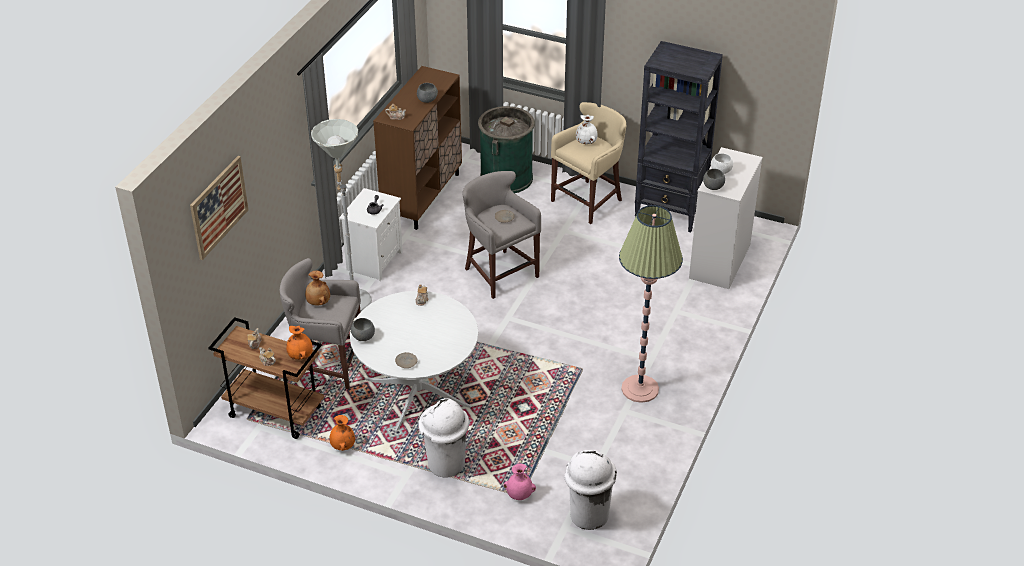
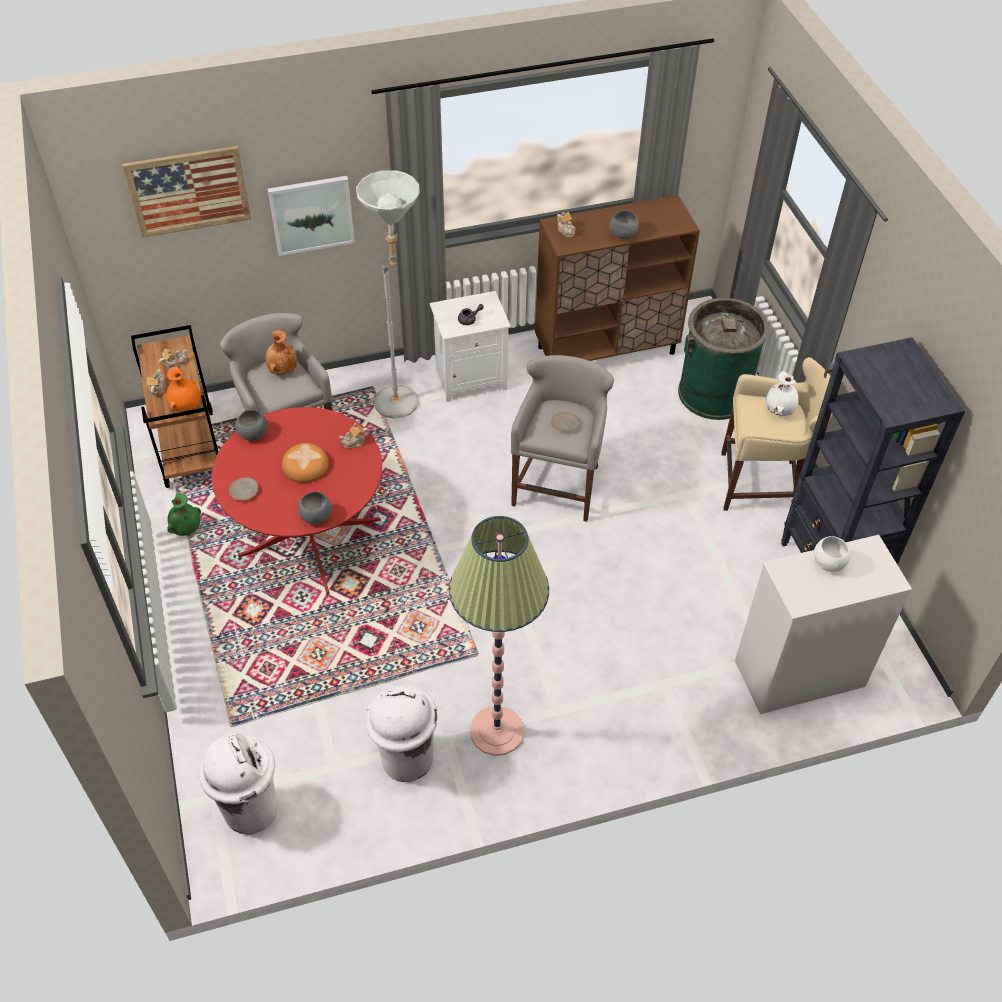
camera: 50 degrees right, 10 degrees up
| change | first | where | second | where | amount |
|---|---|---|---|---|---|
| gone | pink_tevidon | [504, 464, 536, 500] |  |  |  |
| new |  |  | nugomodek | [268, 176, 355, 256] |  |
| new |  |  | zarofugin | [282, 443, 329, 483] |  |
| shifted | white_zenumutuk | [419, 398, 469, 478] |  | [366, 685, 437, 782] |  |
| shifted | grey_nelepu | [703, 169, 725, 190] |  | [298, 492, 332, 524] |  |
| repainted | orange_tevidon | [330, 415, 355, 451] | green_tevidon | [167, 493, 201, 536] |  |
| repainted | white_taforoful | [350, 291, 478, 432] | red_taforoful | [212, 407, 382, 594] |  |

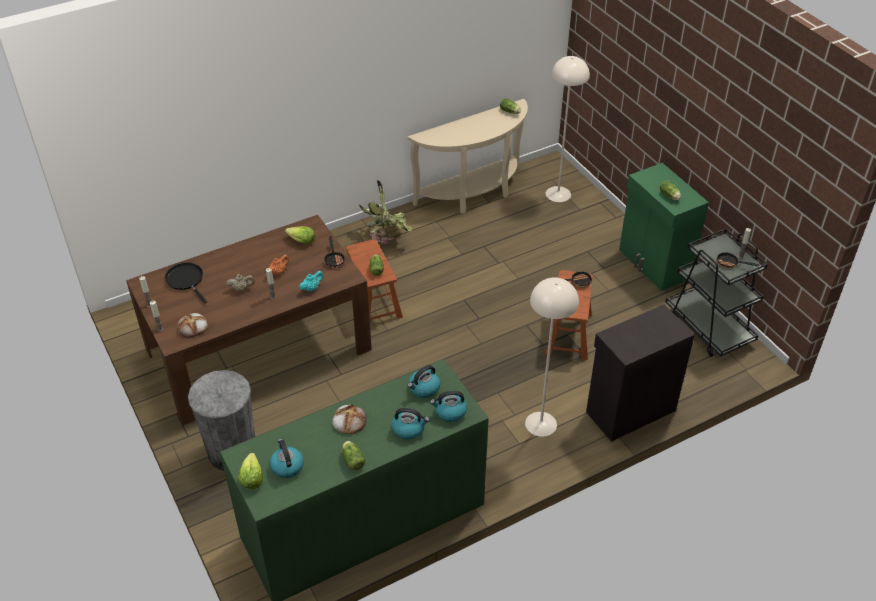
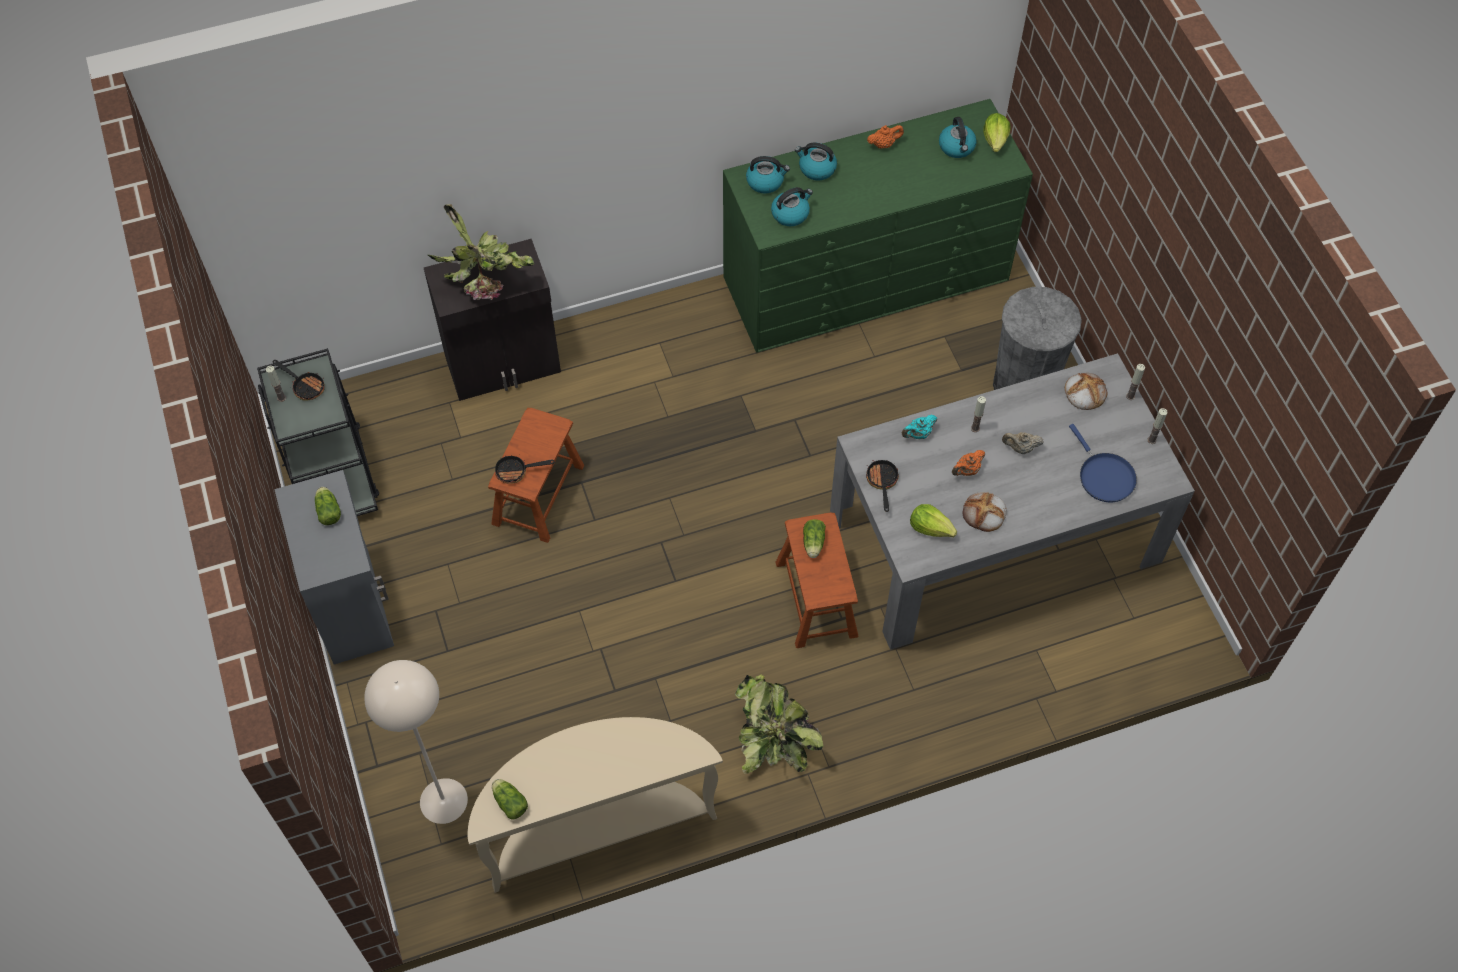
camera: 170 degrees left, 15 degrees up
| change | first | where | second | where | amount |
|---|---|---|---|---|---|
| gone | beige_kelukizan | [525, 277, 579, 437] |  |  |  |
| new |  |  | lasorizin | [428, 204, 535, 300] |  |
| shifted | zarofugin | [332, 404, 367, 434] |  | [963, 492, 1007, 532] |  |
| swapped | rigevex | [342, 441, 365, 470] | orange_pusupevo | [867, 125, 904, 149] |  |
| repainted | brown_taforoful | [126, 215, 372, 425] | grey_taforoful | [830, 353, 1195, 650] |  |
| repainted | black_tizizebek | [165, 262, 207, 304] | blue_tizizebek | [1069, 424, 1137, 502] |  |
| repainted | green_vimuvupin | [619, 163, 709, 291] | grey_vimuvupin | [274, 470, 394, 665] |  |

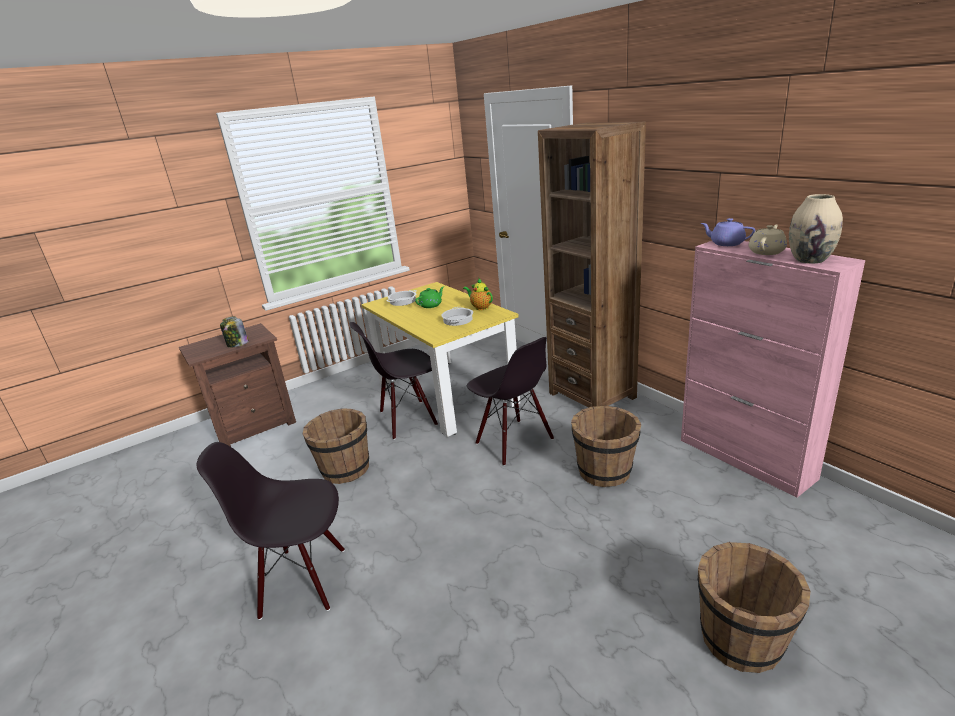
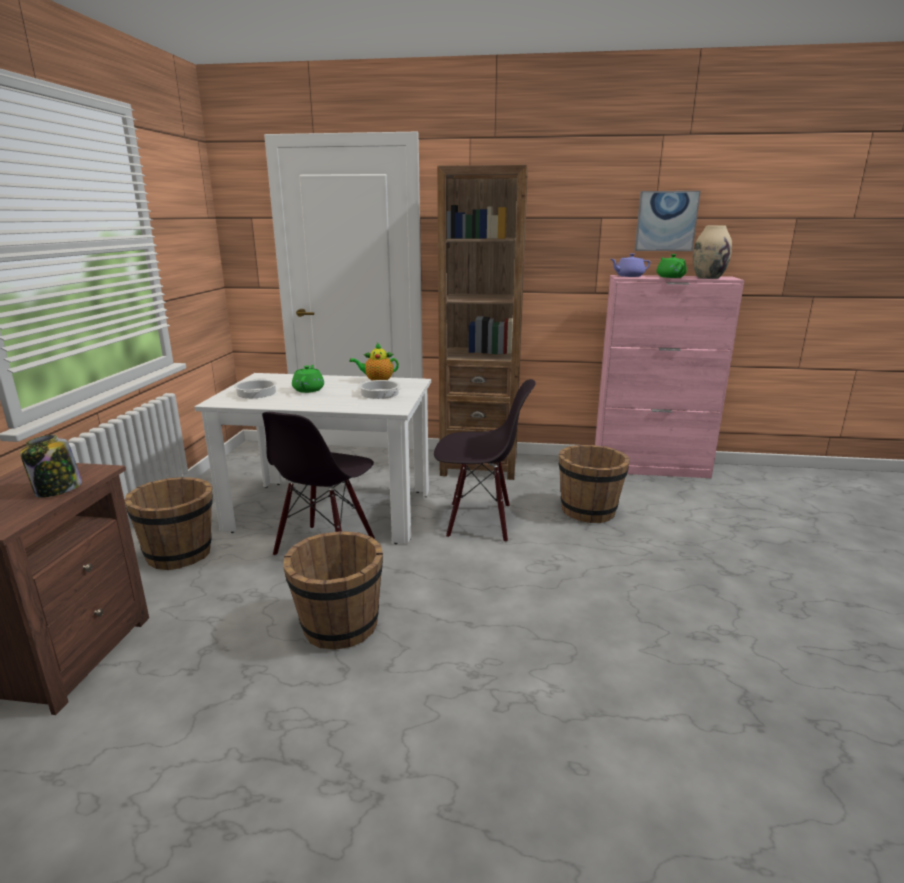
camera: 50 degrees left, 5 degrees down
| change | first | where | second | where | amount |
|---|---|---|---|---|---|
| gone | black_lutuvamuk | [197, 442, 345, 620] |  |  |  |
| new |  |  | nugomodek | [635, 191, 701, 251] |  |
| shifted | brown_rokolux | [697, 542, 810, 673] |  | [124, 477, 213, 570] |  |
| repainted | yellow_taforoful | [361, 282, 520, 437] | white_taforoful | [195, 373, 431, 544] |  |
| repainted | beige_pusupevo | [749, 224, 787, 255] | green_pusupevo | [657, 254, 687, 278] |  |

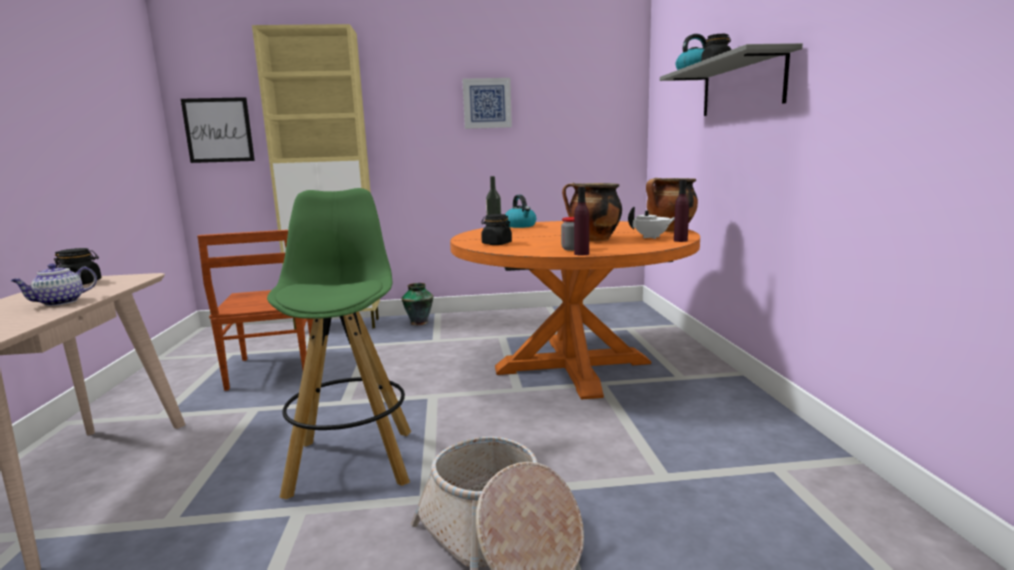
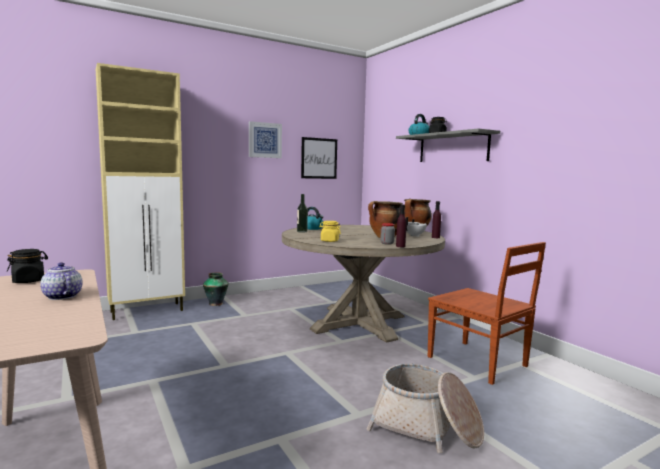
camera: 25 degrees left, 5 degrees down
| change | first | where | second | where | amount |
|---|---|---|---|---|---|
| gone | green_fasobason | [267, 188, 411, 499] |  |  |  |
| shifted | nugomodek | [181, 97, 255, 163] |  | [301, 137, 337, 179] |  |
| shifted | brown_lutuvamuk | [197, 230, 313, 391] |  | [428, 242, 546, 385] |  |
| repainted | orange_taforoful | [450, 221, 700, 400] | beige_taforoful | [282, 225, 445, 343] |  |
| repainted | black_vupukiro | [481, 214, 512, 245] | yellow_vupukiro | [319, 221, 341, 242] |  |
| rotated | pusupevo | [11, 264, 97, 306] |  | [40, 262, 83, 300] | 120 degrees clockwise |

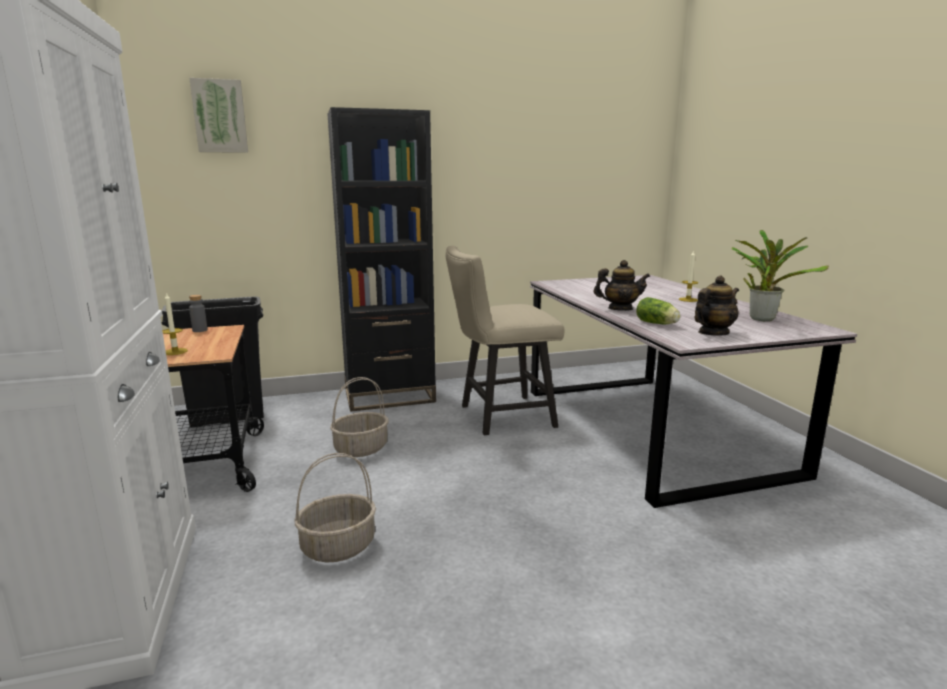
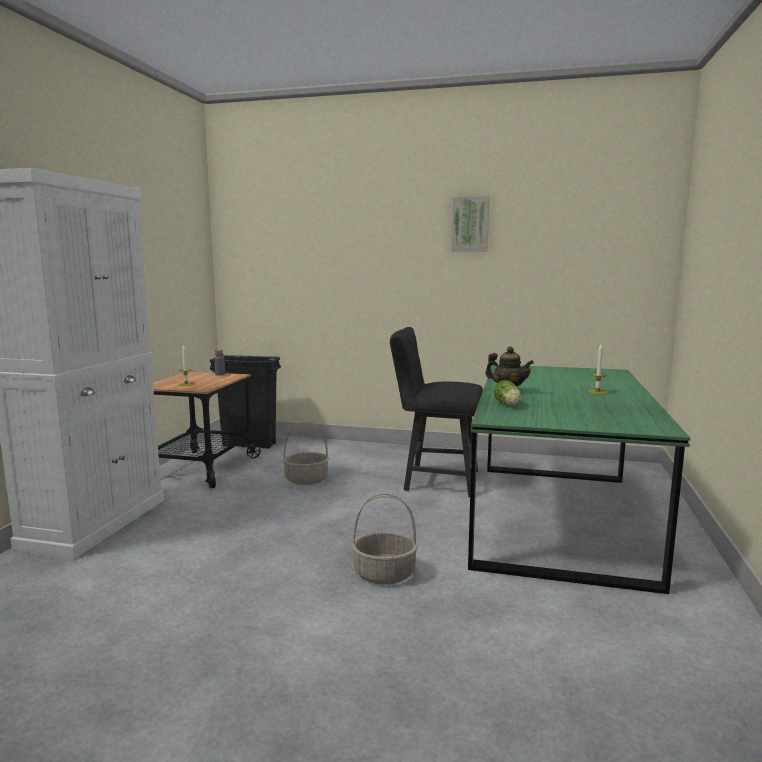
camera: 30 degrees right, 5 degrees down
| change | first | where | second | where | amount |
|---|---|---|---|---|---|
| gone | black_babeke | [327, 107, 436, 412] |  |  |  |
| gone | pusupevo | [694, 275, 739, 335] |  |  |  |
| gone | lasorizin | [732, 230, 829, 321] |  |  |  |
| shifted | nugomodek | [190, 78, 248, 153] |  | [451, 196, 490, 252] |  |
| shifted | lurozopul | [294, 453, 376, 563] |  | [351, 494, 418, 585] |  |
| repainted | beige_lutuvamuk | [445, 246, 565, 435] | black_lutuvamuk | [390, 327, 483, 498] |  |
| repainted | grey_taforoful | [530, 275, 857, 508] | green_taforoful | [468, 365, 690, 594] |  |

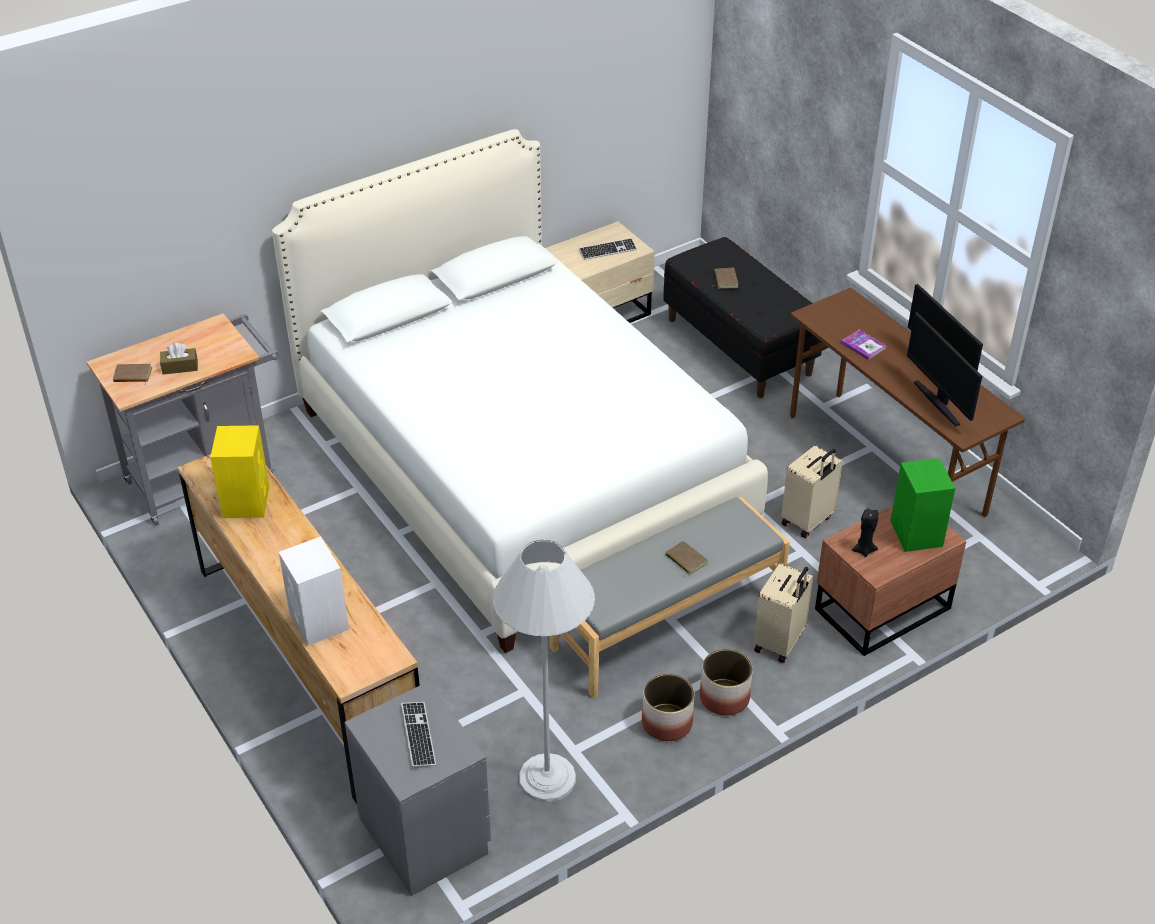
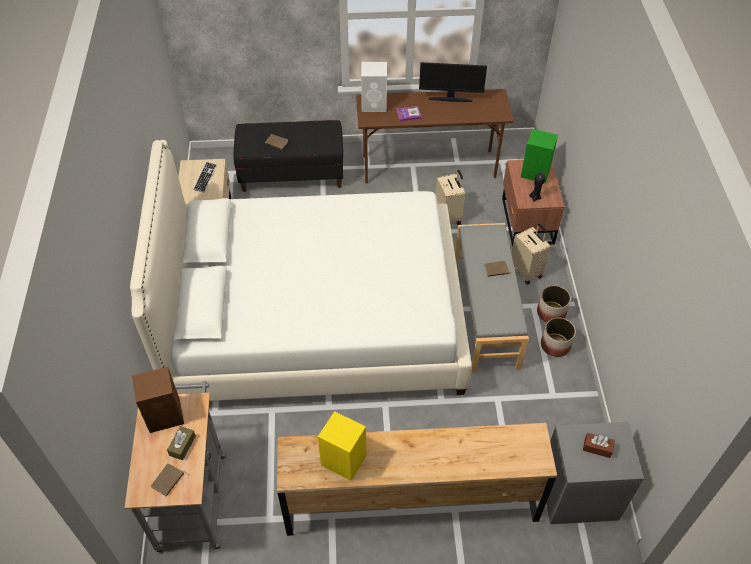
camera: 60 degrees left, 10 degrees up
| change | first | where | second | where | amount |
|---|---|---|---|---|---|
| gone | white_kelukizan | [493, 540, 595, 802] |  |  |  |
| gone | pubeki | [907, 312, 982, 426] |  |  |  |
| new |  |  | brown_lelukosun | [132, 367, 184, 433] |  |
| shifted | white_lelukosun | [279, 536, 349, 646] |  | [361, 62, 387, 112] |  |
| swapped | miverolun | [401, 702, 436, 768] | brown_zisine | [583, 433, 615, 458] |  |

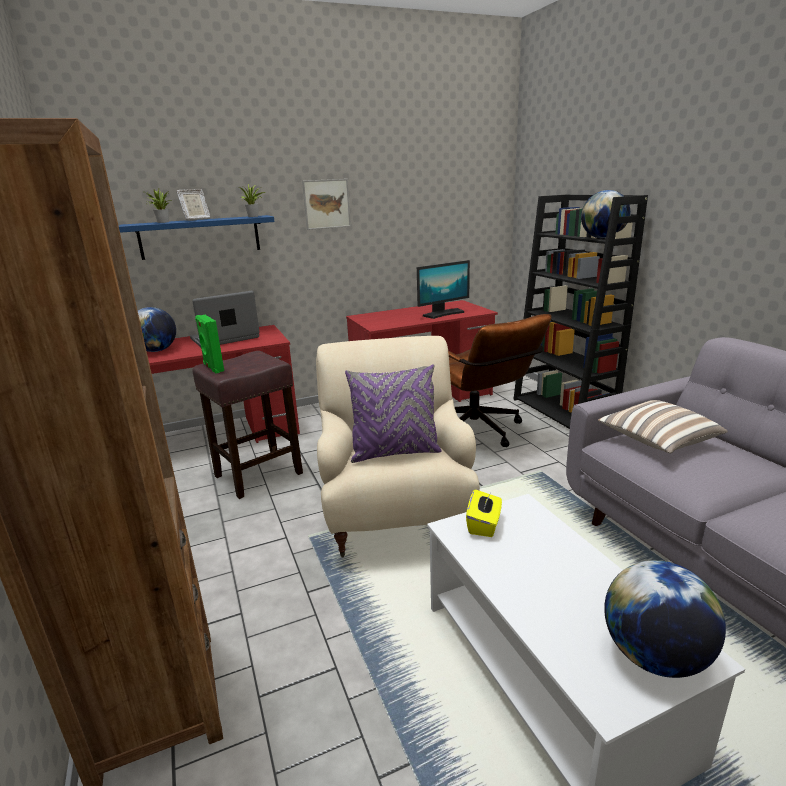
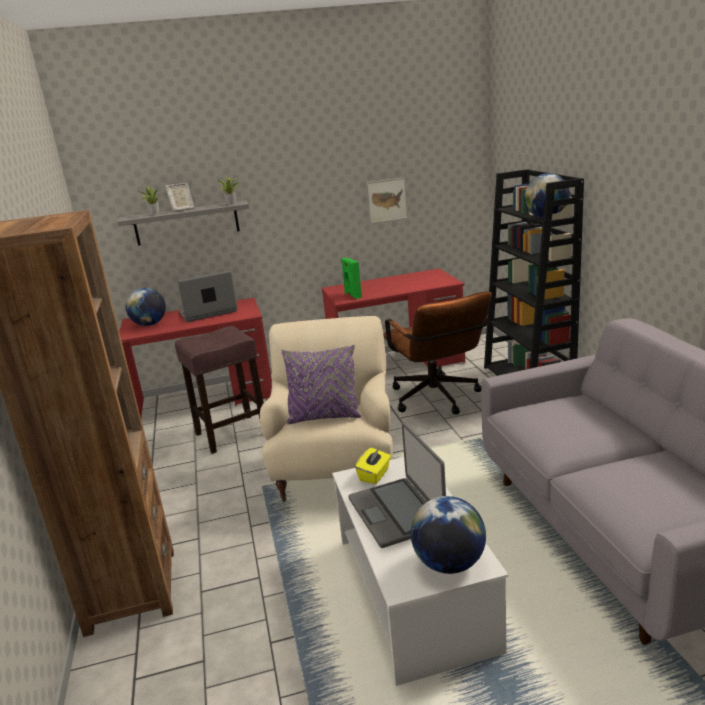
camera: 10 degrees right, 0 degrees up
| change | first | where | second | where | amount |
|---|---|---|---|---|---|
| gone | pubeki | [417, 260, 470, 319] |  |  |  |
| gone | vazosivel | [598, 400, 728, 454] |  |  |  |
| new |  |  | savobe | [348, 422, 446, 548] |  |
| shifted | green_lelukosun | [195, 315, 224, 373] |  | [341, 257, 362, 299] |  |
| shifted | nugomodek | [302, 179, 351, 230] |  | [366, 177, 408, 224] |  |
| repainted | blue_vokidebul | [119, 215, 275, 260] | grey_vokidebul | [117, 200, 249, 246] |  |

